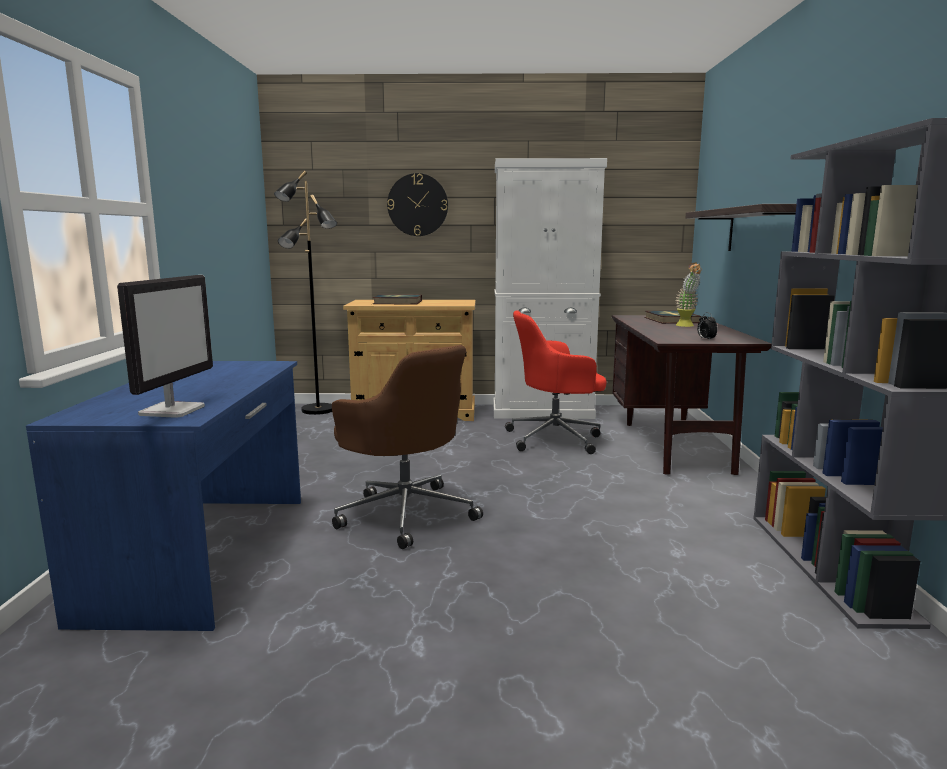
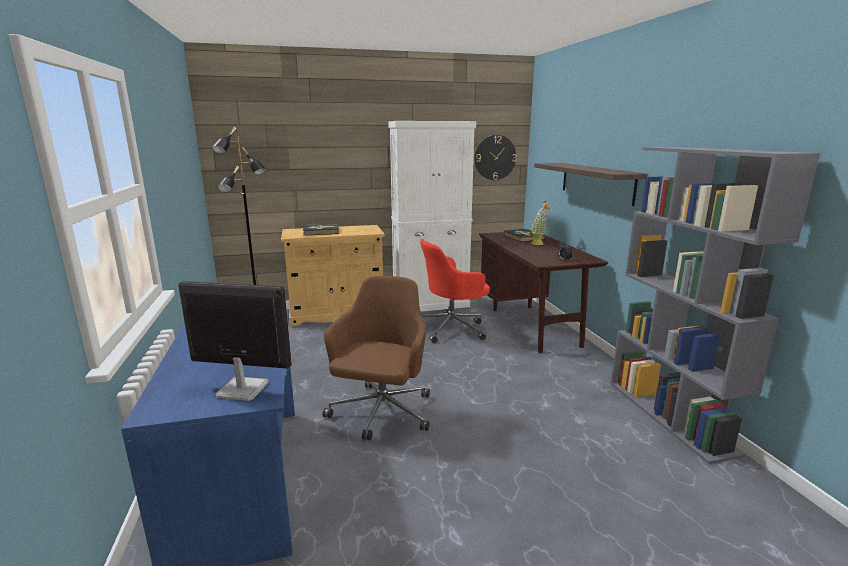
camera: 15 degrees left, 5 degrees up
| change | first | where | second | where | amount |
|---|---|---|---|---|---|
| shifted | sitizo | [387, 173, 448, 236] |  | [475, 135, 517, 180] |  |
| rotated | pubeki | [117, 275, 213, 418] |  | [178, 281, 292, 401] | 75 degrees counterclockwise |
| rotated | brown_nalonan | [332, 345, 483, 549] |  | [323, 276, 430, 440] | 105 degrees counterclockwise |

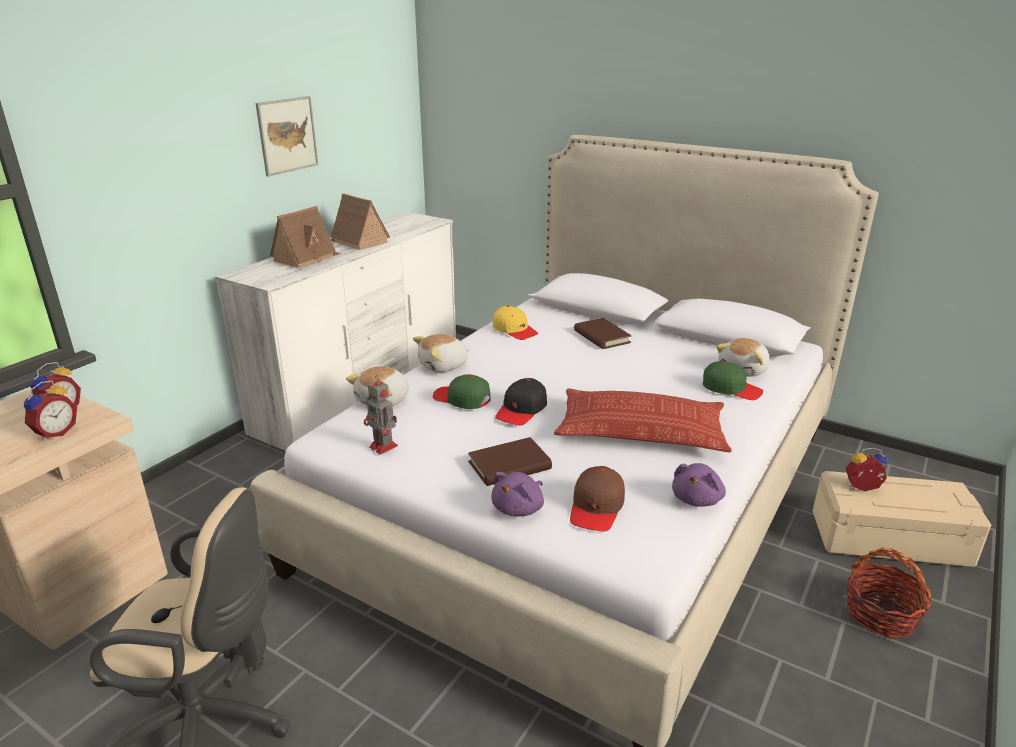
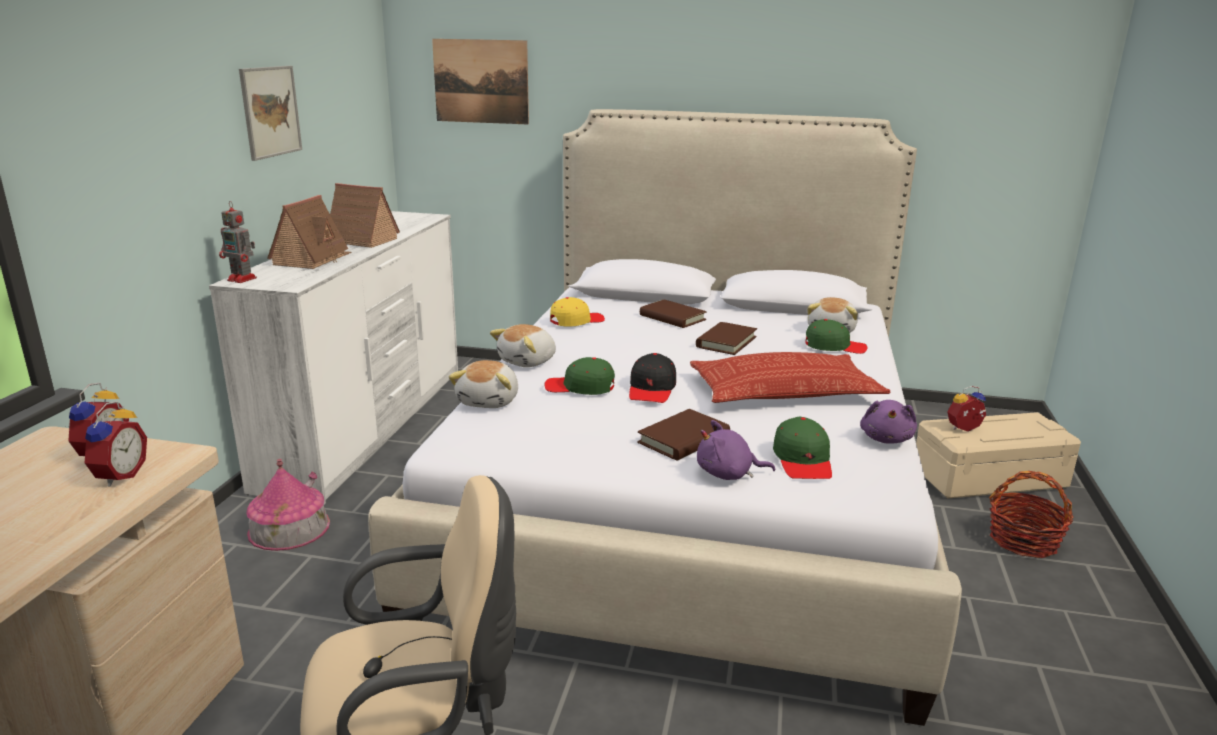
camera: 20 degrees left, 5 degrees down
| change | first | where | second | where | amount |
|---|---|---|---|---|---|
| new |  |  | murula | [247, 459, 330, 551] |  |
| new |  |  | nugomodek | [432, 39, 529, 124] |  |
| new |  |  | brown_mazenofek | [696, 322, 757, 355] |  |
| shifted | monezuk | [364, 375, 398, 455] |  | [219, 201, 257, 283] |  |
| repainted | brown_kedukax | [570, 466, 625, 532] | green_kedukax | [773, 417, 832, 479] |  |
| rotated | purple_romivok | [491, 472, 544, 516] |  | [697, 420, 775, 480] | 75 degrees clockwise |
| rotated | yellow_kedukax | [493, 306, 538, 340] |  | [550, 297, 605, 327] | 60 degrees counterclockwise |

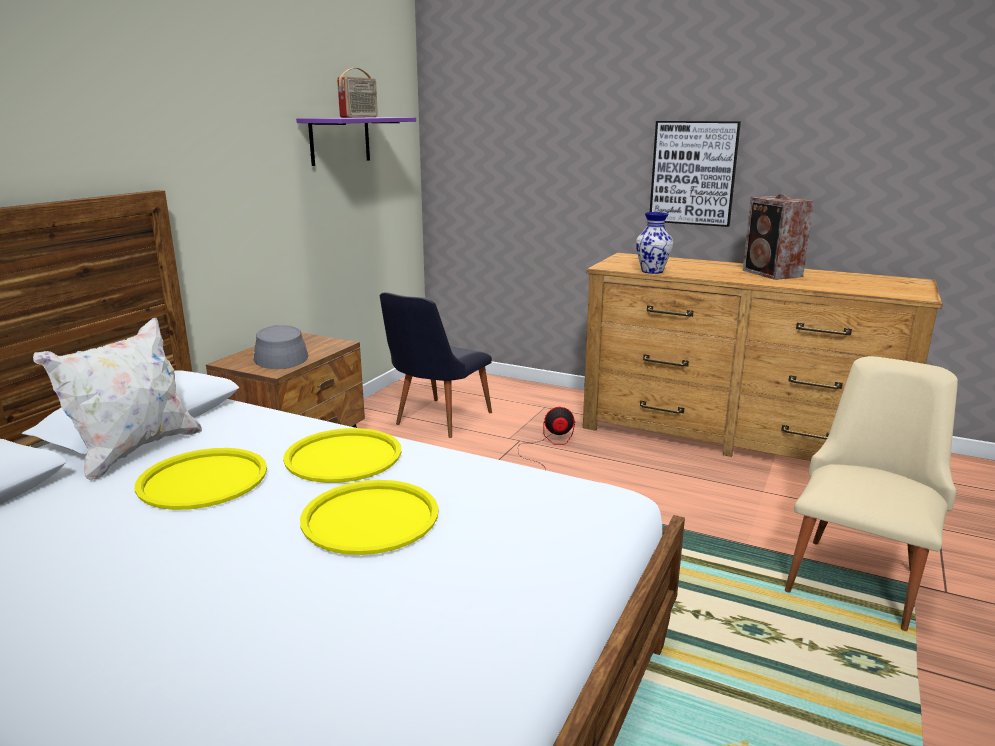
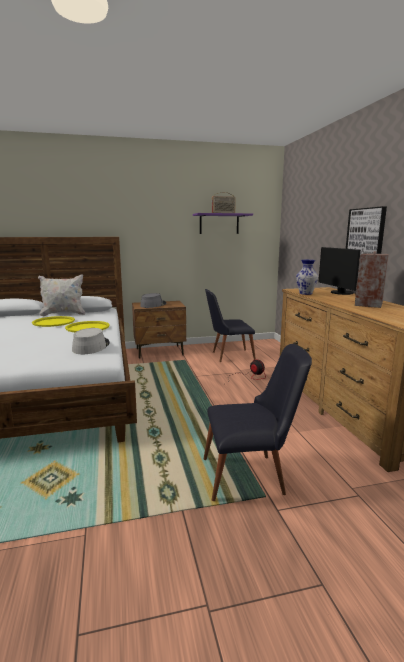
camera: 50 degrees right, 5 degrees down
| change | first | where | second | where | amount |
|---|---|---|---|---|---|
| gone | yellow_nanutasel | [300, 480, 439, 555] |  |  |  |
| new |  |  | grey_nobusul | [72, 328, 110, 354] |  |
| new |  |  | pubeki | [319, 247, 361, 295] |  |
| repainted | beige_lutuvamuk | [785, 356, 958, 631] | black_lutuvamuk | [203, 344, 312, 501] |  |

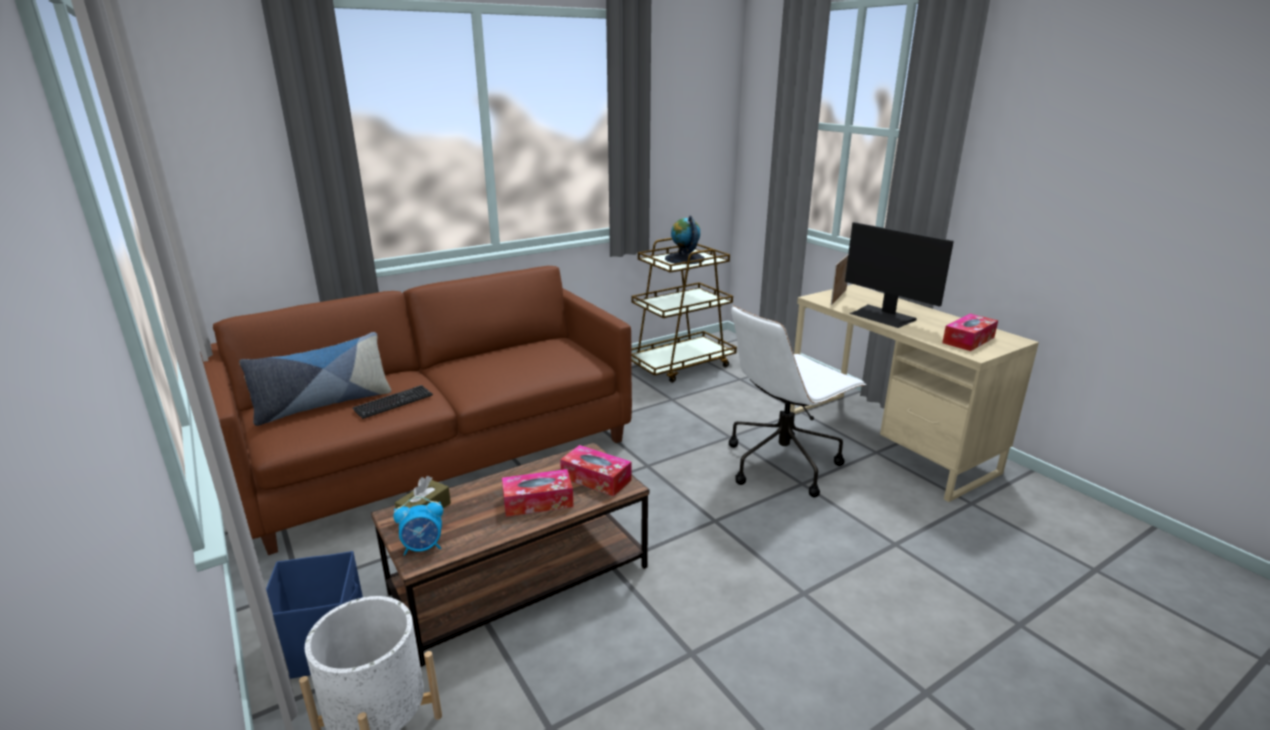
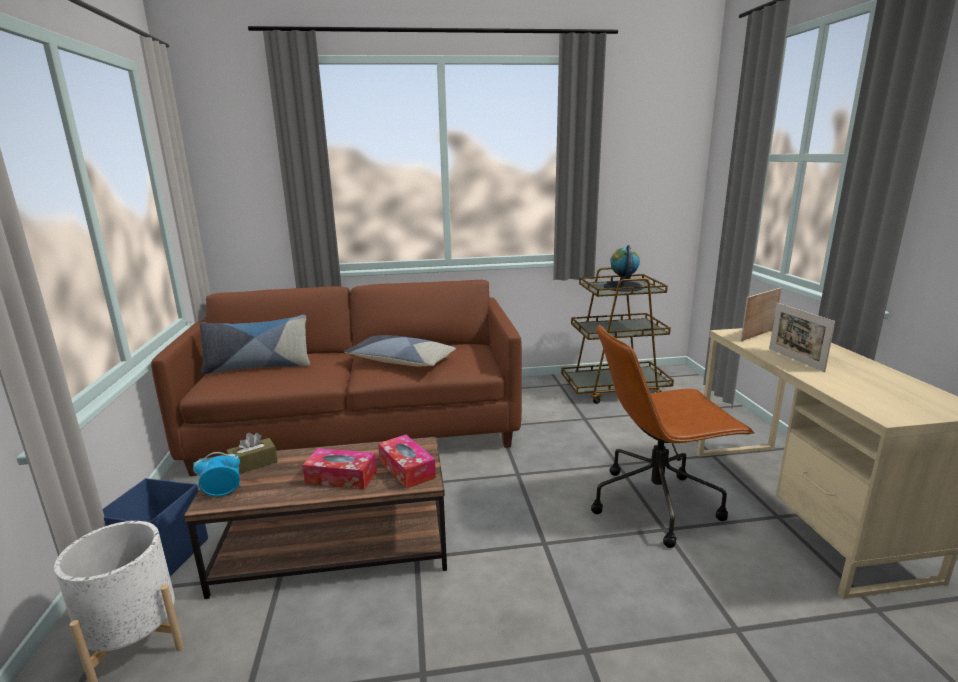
camera: 25 degrees right, 5 degrees down
| change | first | where | second | where | amount |
|---|---|---|---|---|---|
| gone | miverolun | [352, 385, 433, 419] |  |  |  |
| gone | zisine | [942, 314, 998, 351] |  |  |  |
| new |  |  | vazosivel | [344, 335, 456, 366] |  |
| swapped | pubeki | [845, 222, 954, 328] | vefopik | [769, 303, 835, 372] |  |
| repainted | white_nalonan | [729, 305, 866, 497] | brown_nalonan | [591, 324, 755, 548] |  |
| rotated | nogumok | [393, 496, 443, 556] |  | [193, 452, 241, 496] | 150 degrees clockwise |

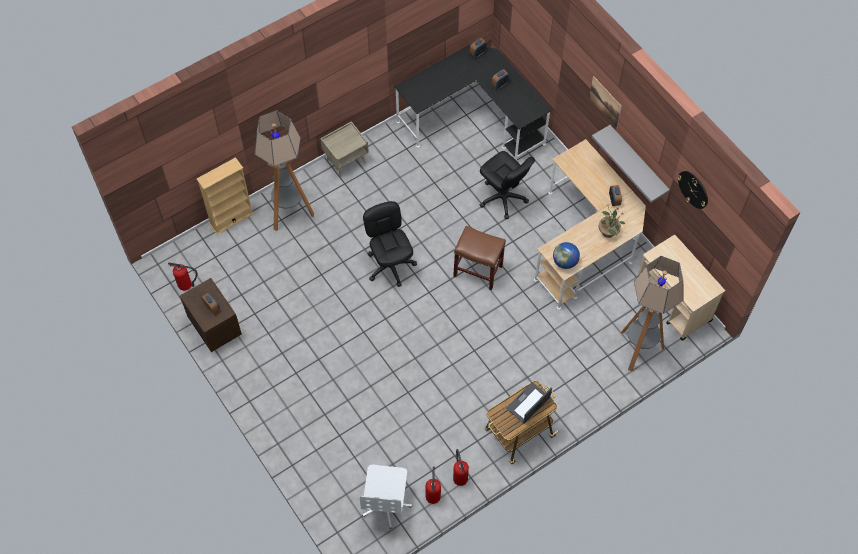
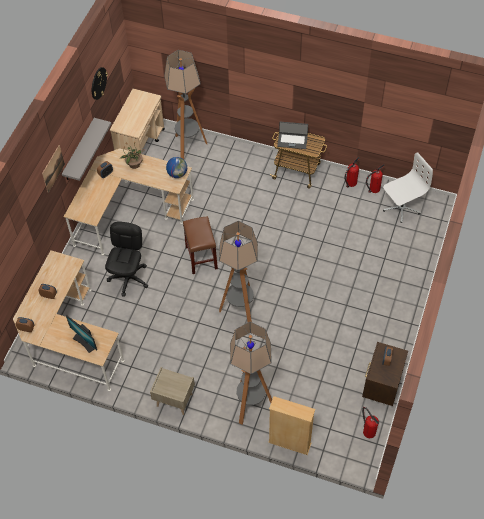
camera: 125 degrees left, 5 degrees down
| change | first | where | second | where | amount |
|---|---|---|---|---|---|
| new |  |  | pubeki | [66, 315, 97, 353] |  |
| swapped | black_nalonan | [363, 201, 417, 287] | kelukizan | [219, 221, 258, 322] |  |
| repainted | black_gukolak | [394, 45, 552, 161] | beige_gukolak | [13, 250, 124, 391] |  |

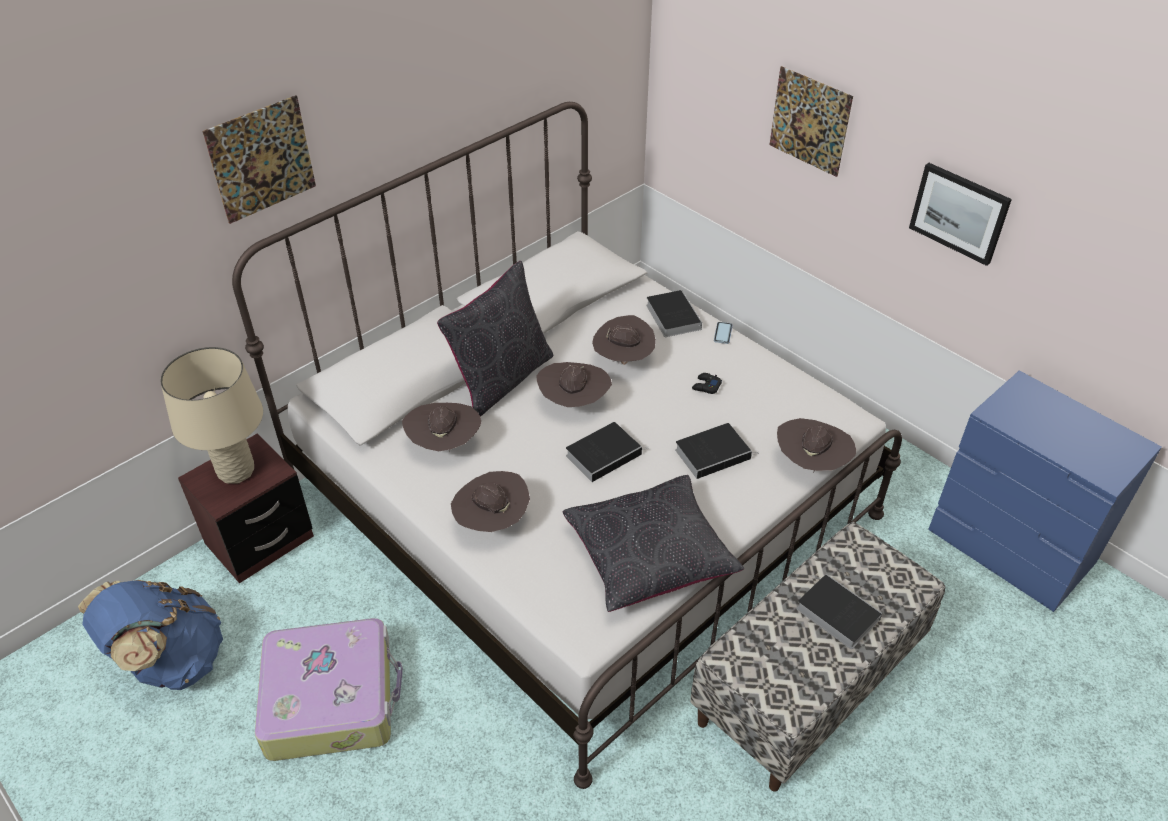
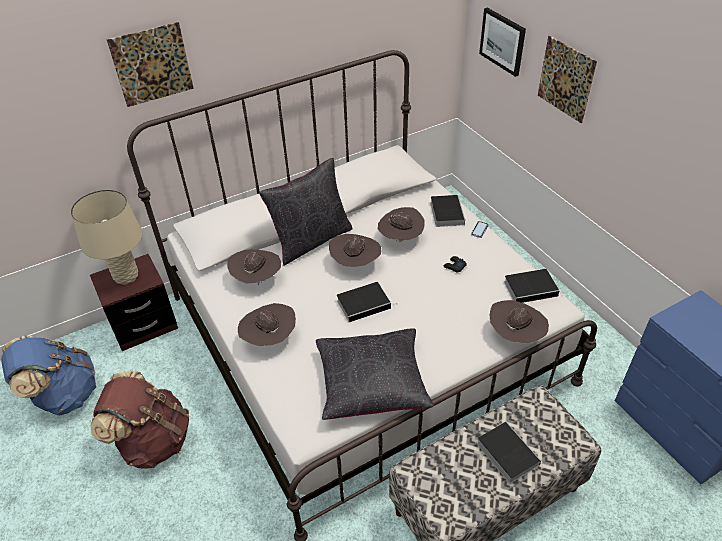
camera: 15 degrees right, 0 degrees up
| change | first | where | second | where | amount |
|---|---|---|---|---|---|
| shifted | mazenofek | [675, 423, 759, 479] |  | [504, 269, 565, 303] |  |
| shifted | nugomodek | [909, 163, 1012, 266] |  | [479, 8, 526, 77] |  |
| swapped | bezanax | [255, 618, 403, 761] | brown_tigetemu | [91, 371, 189, 469] |  |

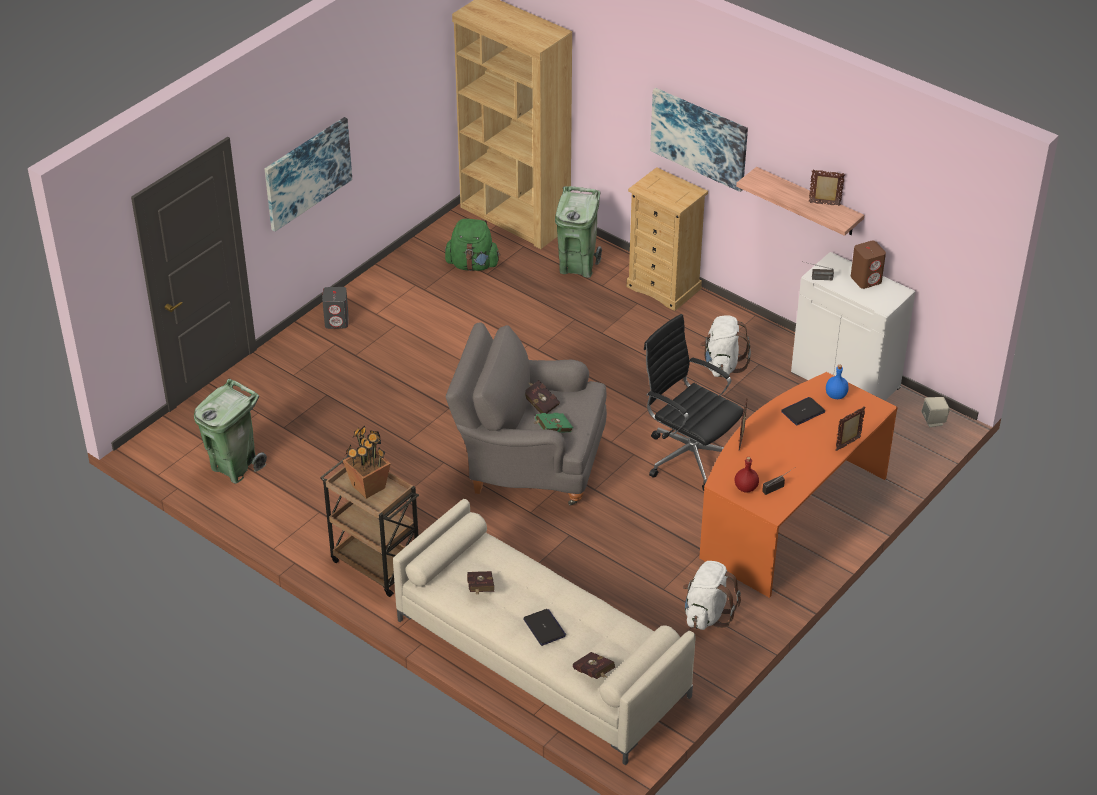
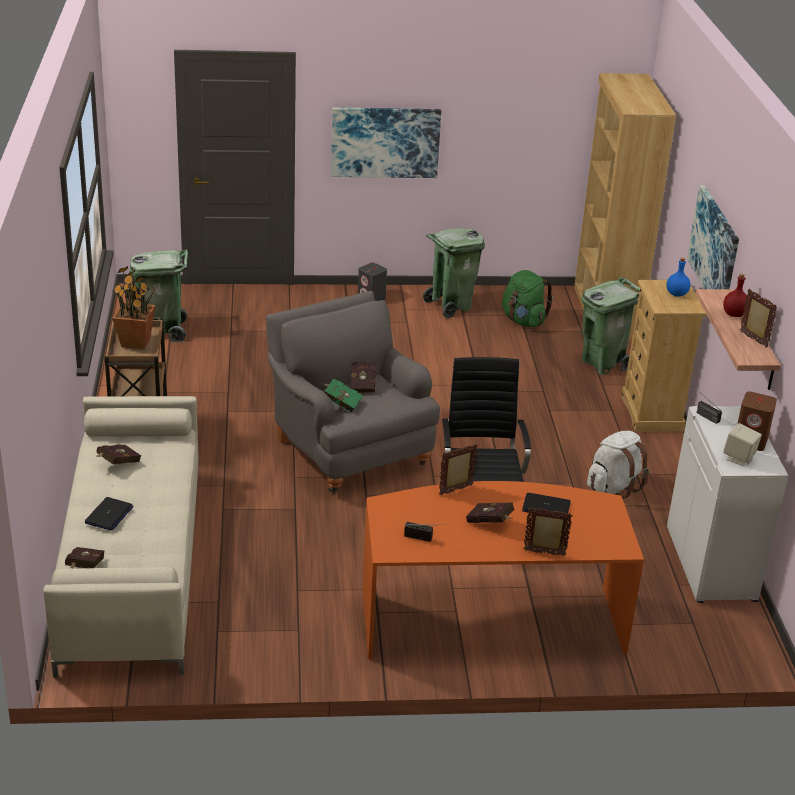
camera: 45 degrees right, 10 degrees down
| change | first | where | second | where | amount |
|---|---|---|---|---|---|
| gone | white_tigetemu | [683, 561, 741, 630] |  |  |  |
| new |  |  | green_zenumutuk | [423, 228, 485, 318] |  |
| new |  |  | red_mazenofek | [466, 502, 514, 523] |  |
| shifted | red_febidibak | [735, 457, 759, 493] |  | [723, 274, 749, 317] |  |
| shifted | blue_febidibak | [826, 365, 849, 399] |  | [667, 258, 690, 297] |  |
| shifted | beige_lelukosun | [921, 397, 950, 427] |  | [723, 423, 762, 466] |  |

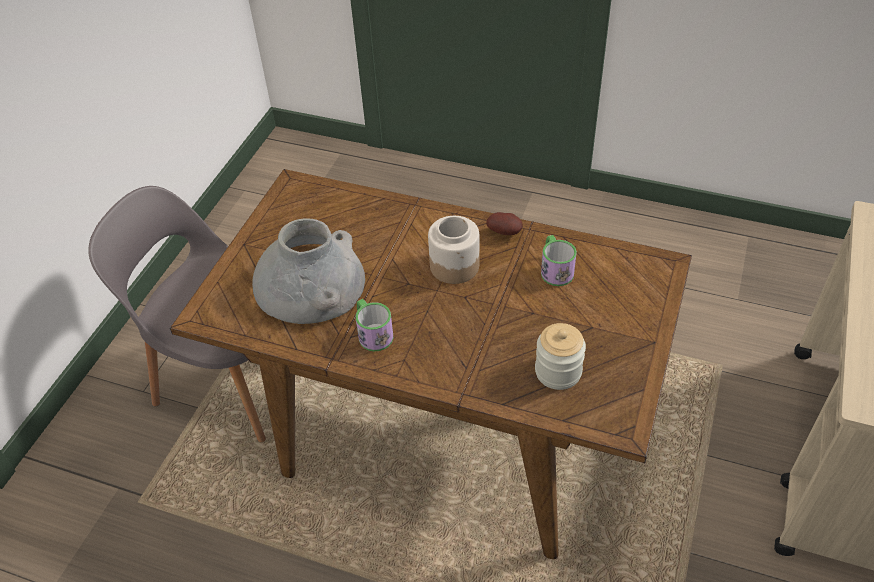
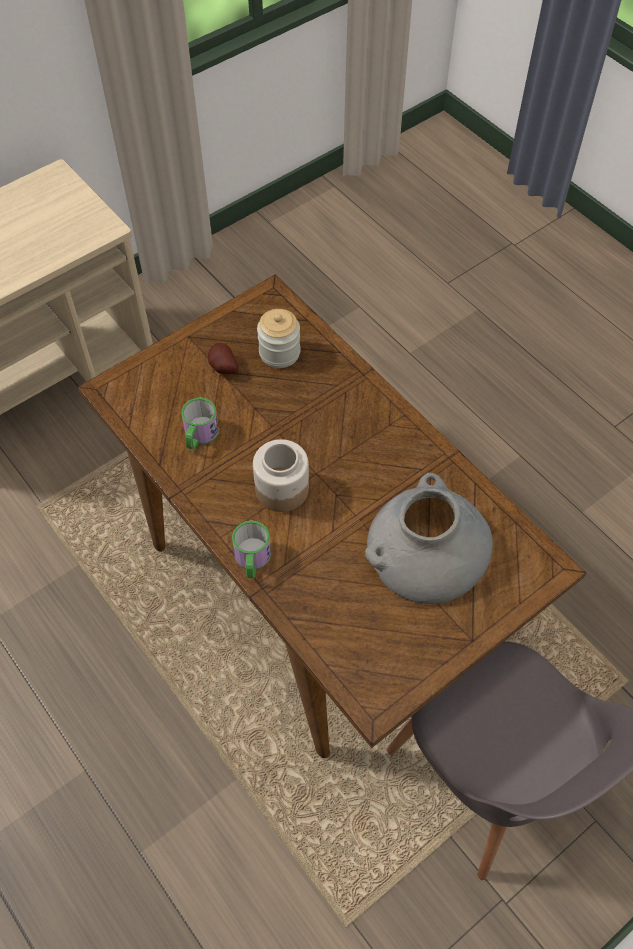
camera: 150 degrees left, 10 degrees up
| change | first | where | second | where | amount |
|---|---|---|---|---|---|
| shifted | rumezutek | [356, 299, 393, 351] |  | [232, 521, 271, 578] |  |
| shifted | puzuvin | [486, 212, 523, 235] |  | [208, 343, 239, 374] |  |

